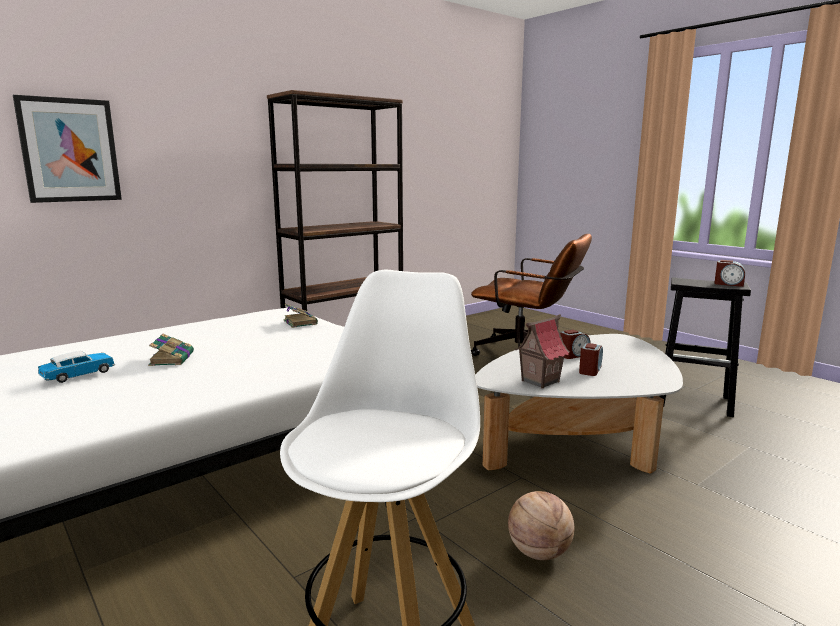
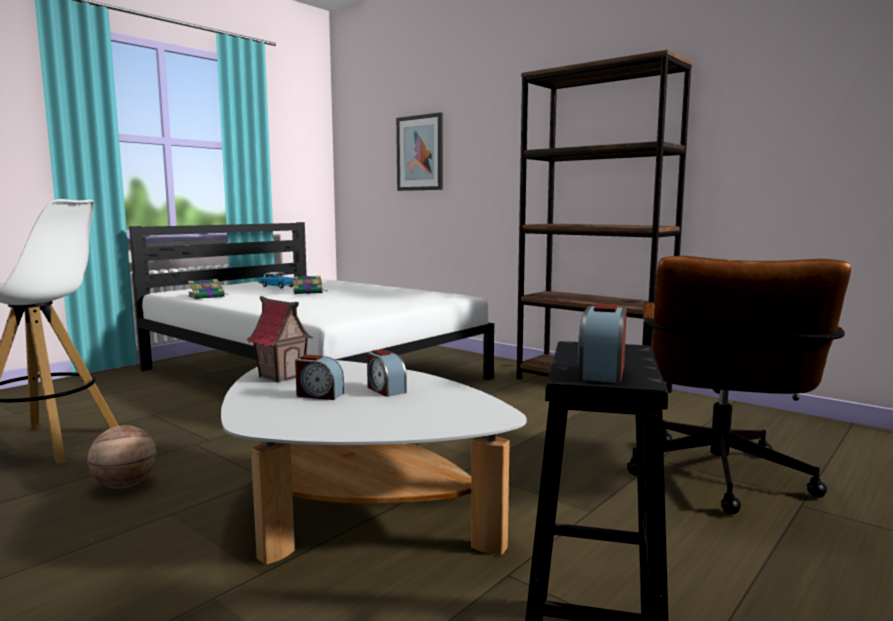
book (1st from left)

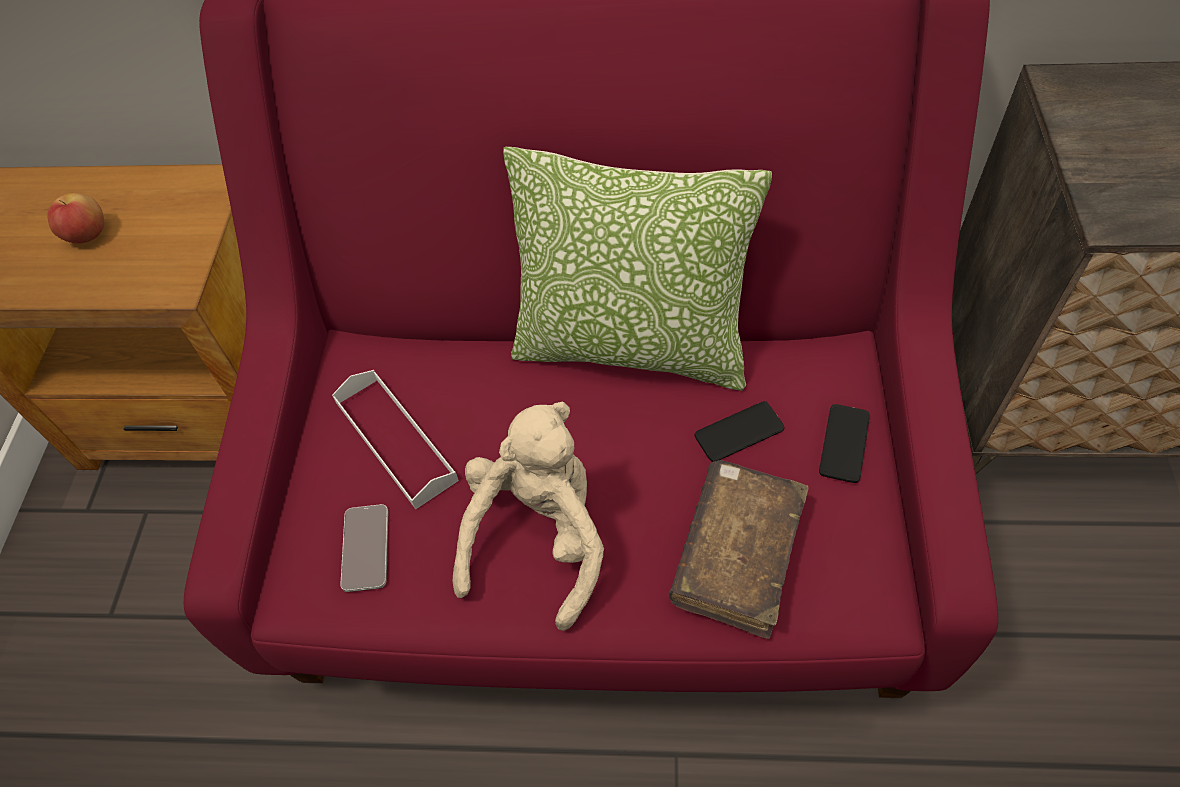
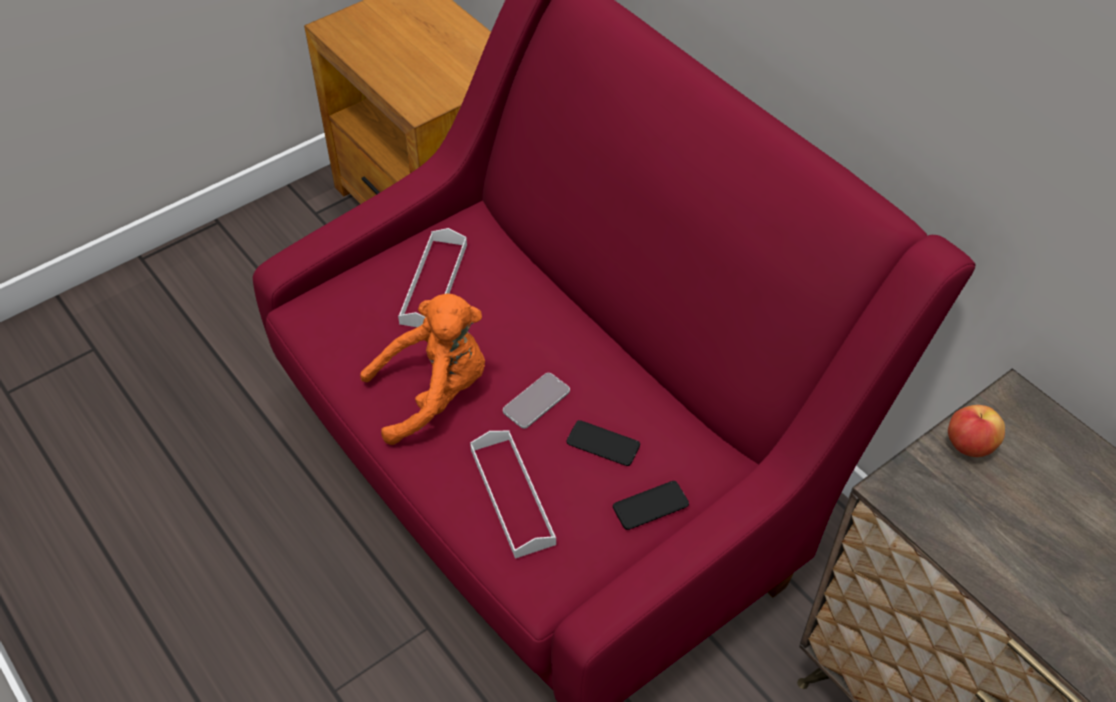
orange plush toy
white tray (2nd from left)
phone (1st from left)
apple
pillow

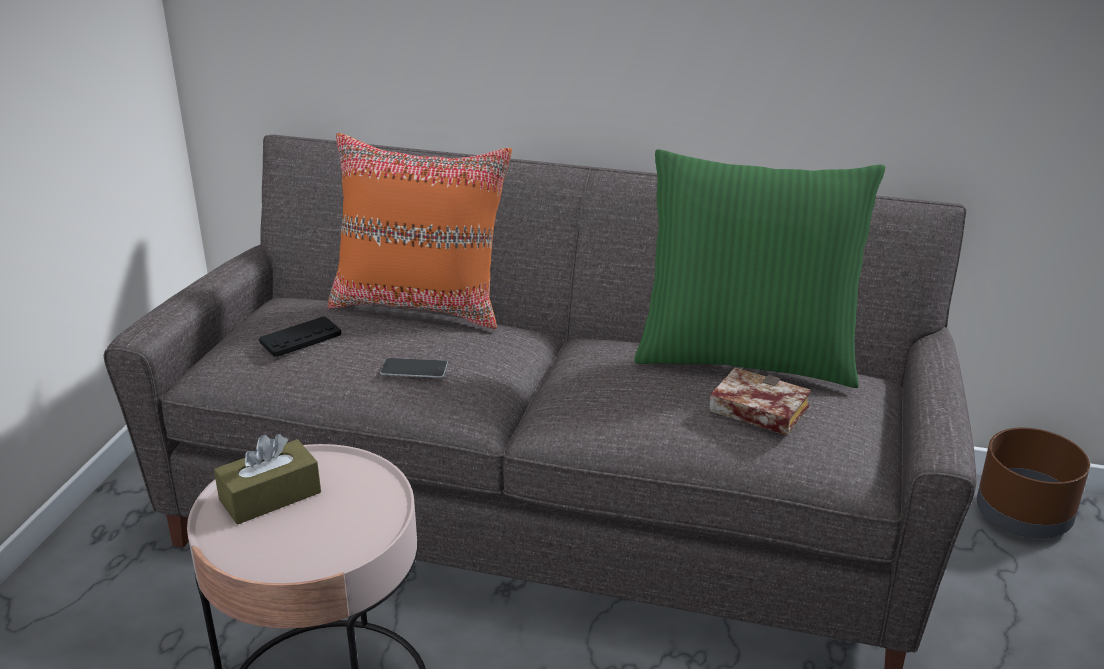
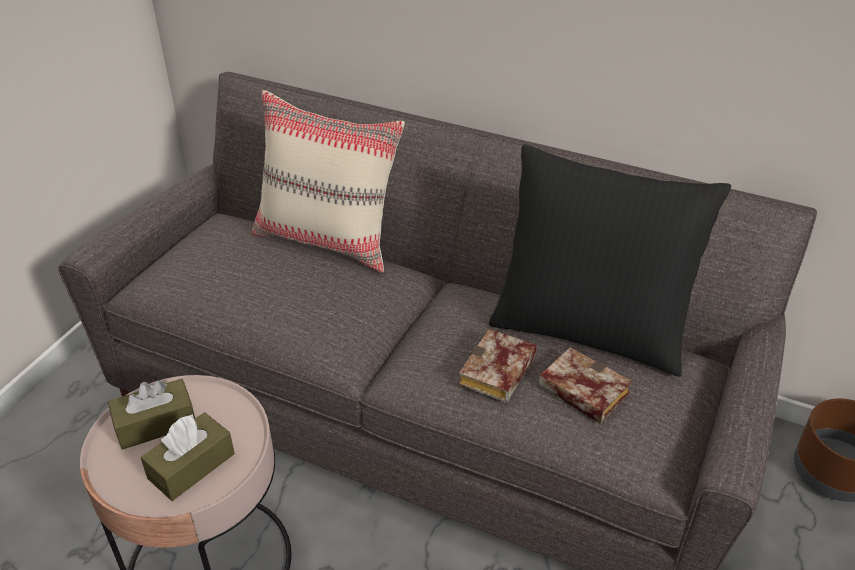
brown tissue box (2nd from left)
beige pillow
book (1st from left)
black pillow
black game controller
phone

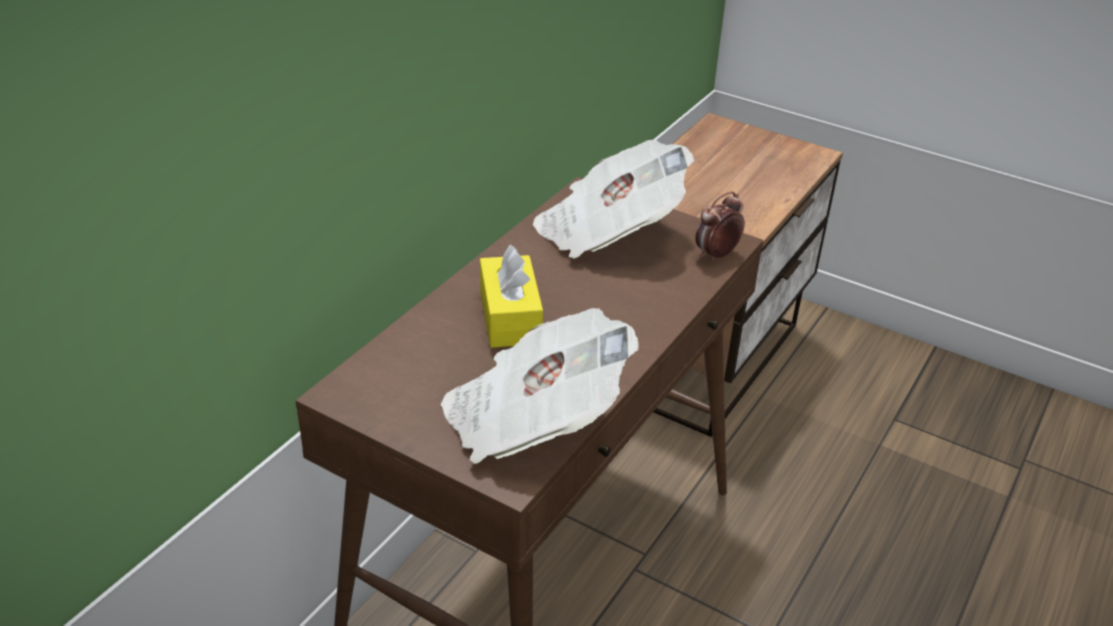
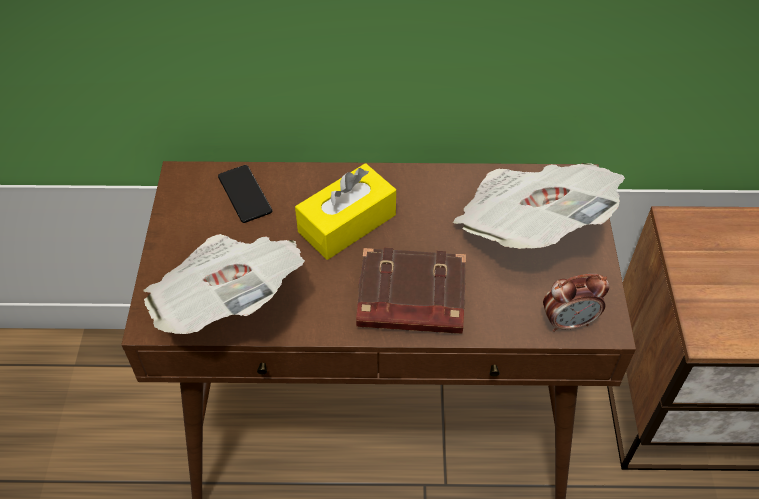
phone
brown book
alarm clock

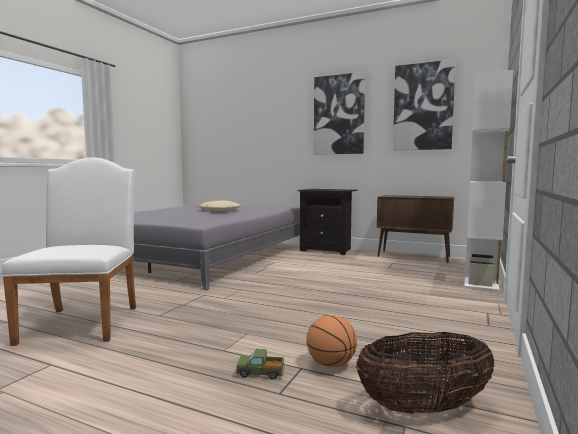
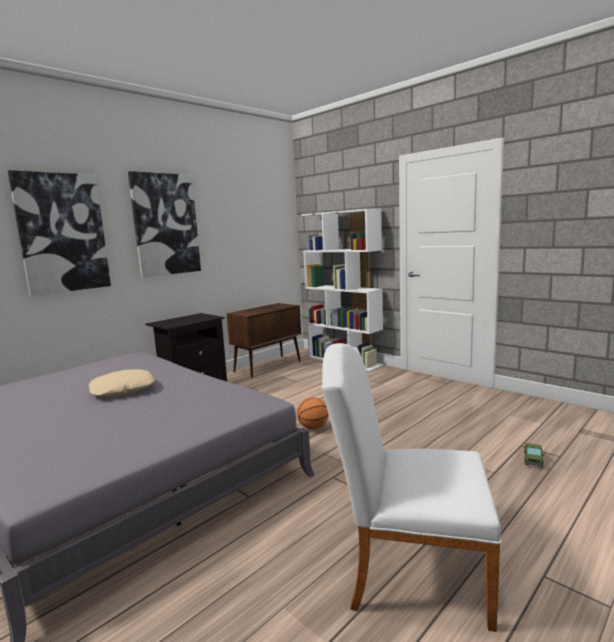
picture (1st from left)
basketball
basket

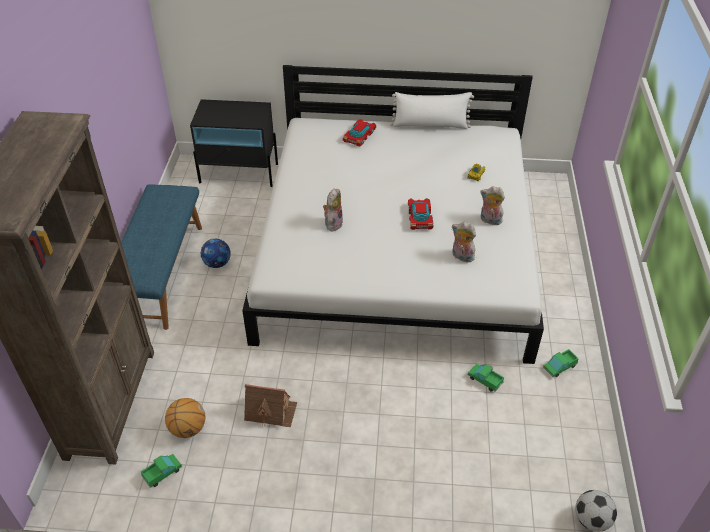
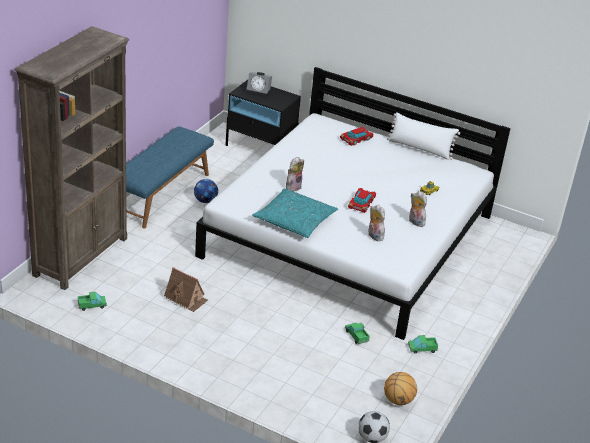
alarm clock
turquoise pillow
basketball

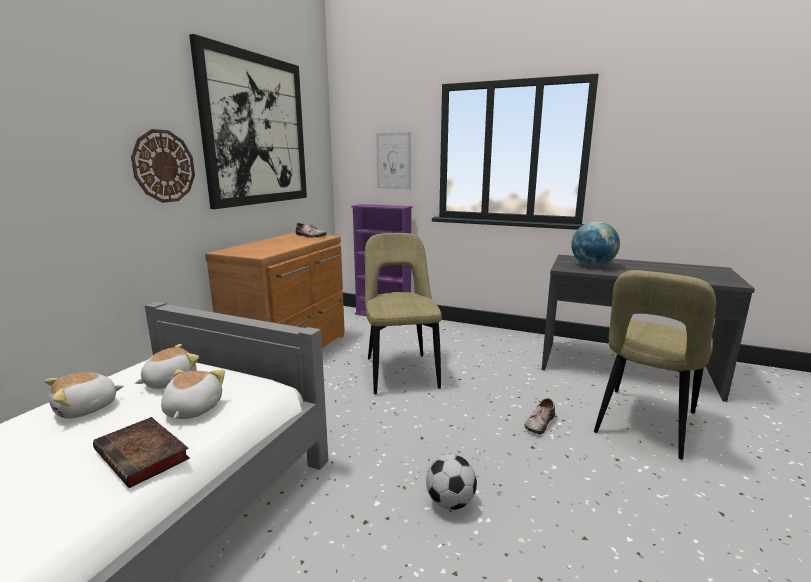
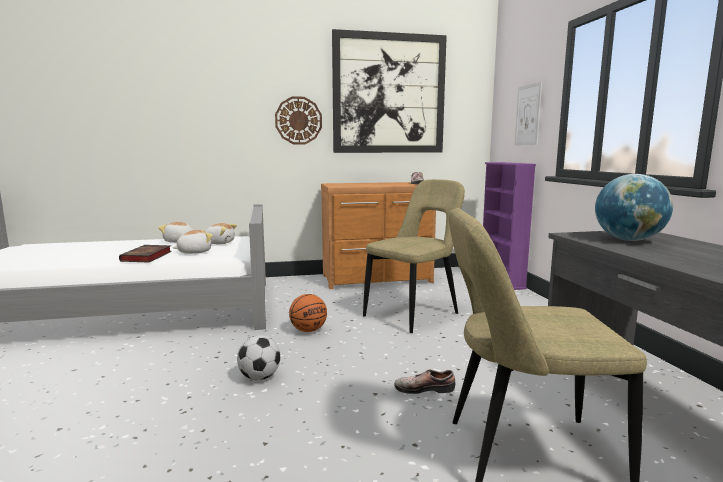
basketball

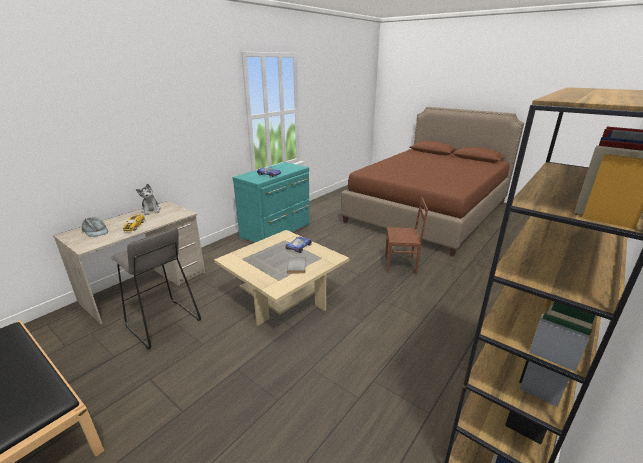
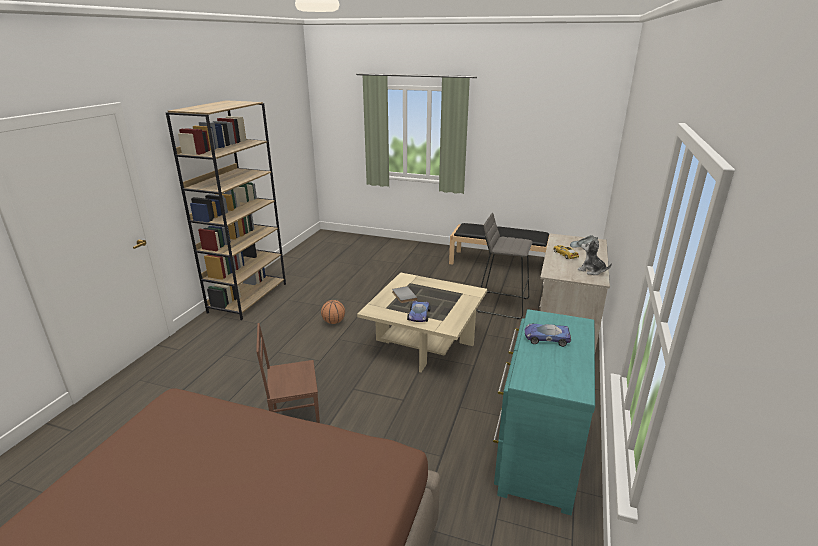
basketball

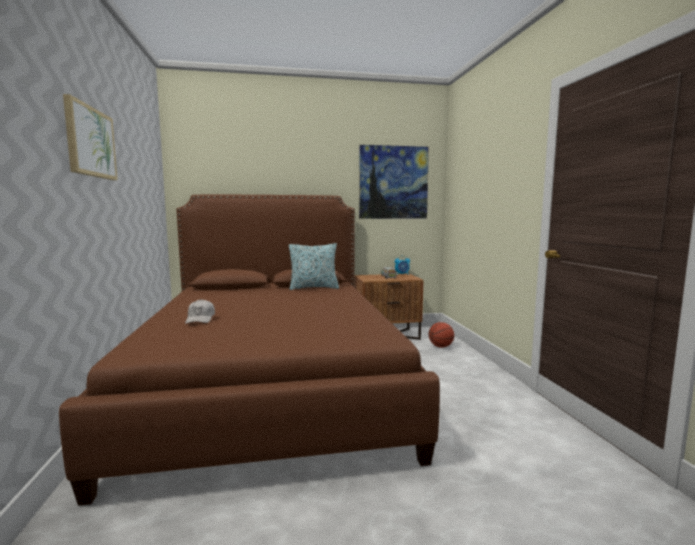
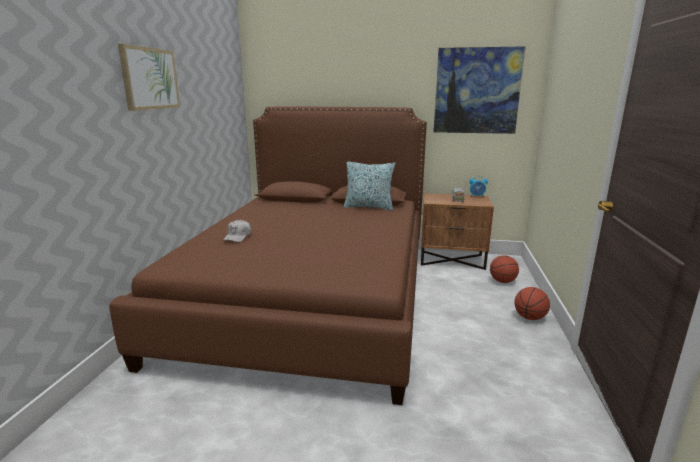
basketball (2nd from left)

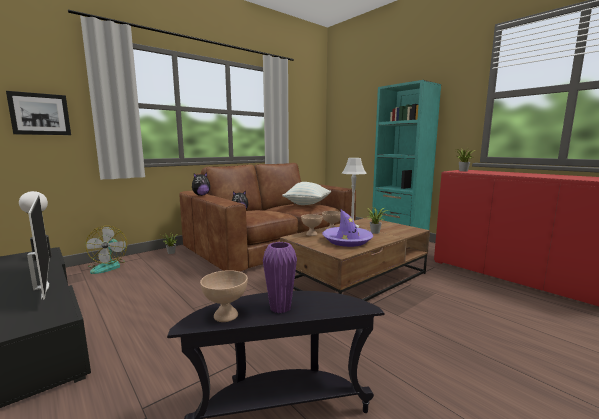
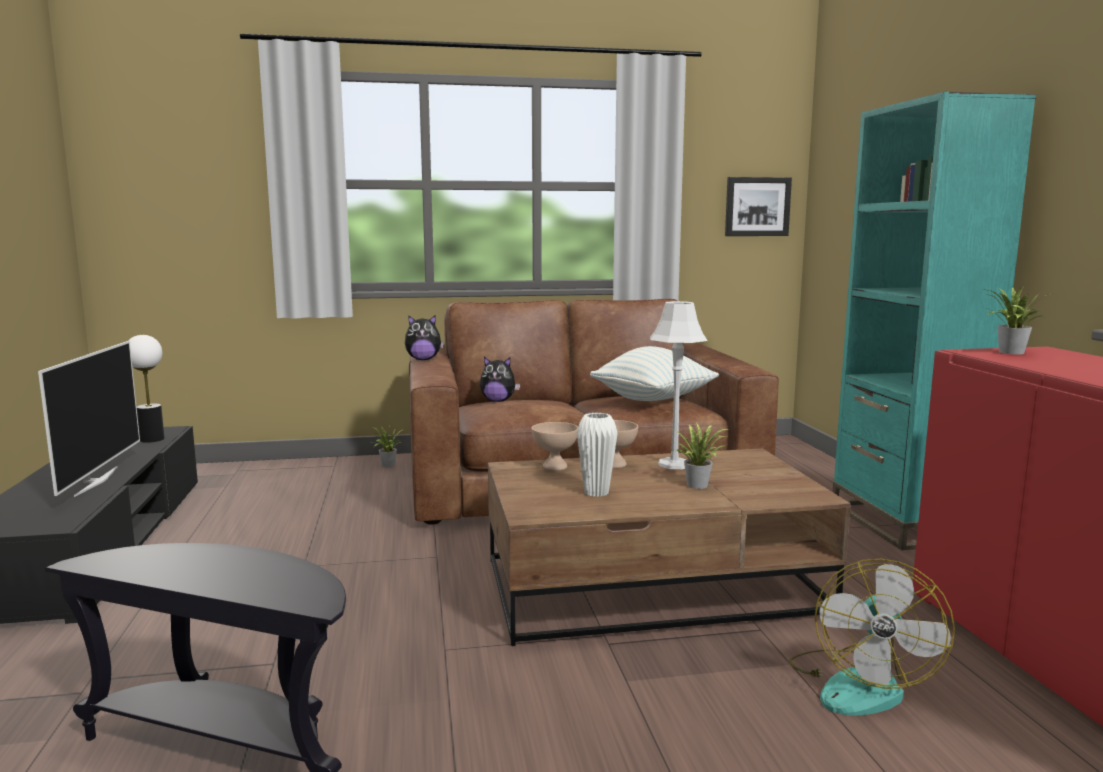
white vase
picture
fan
beige bowl (1st from left in the first image)
purple vase

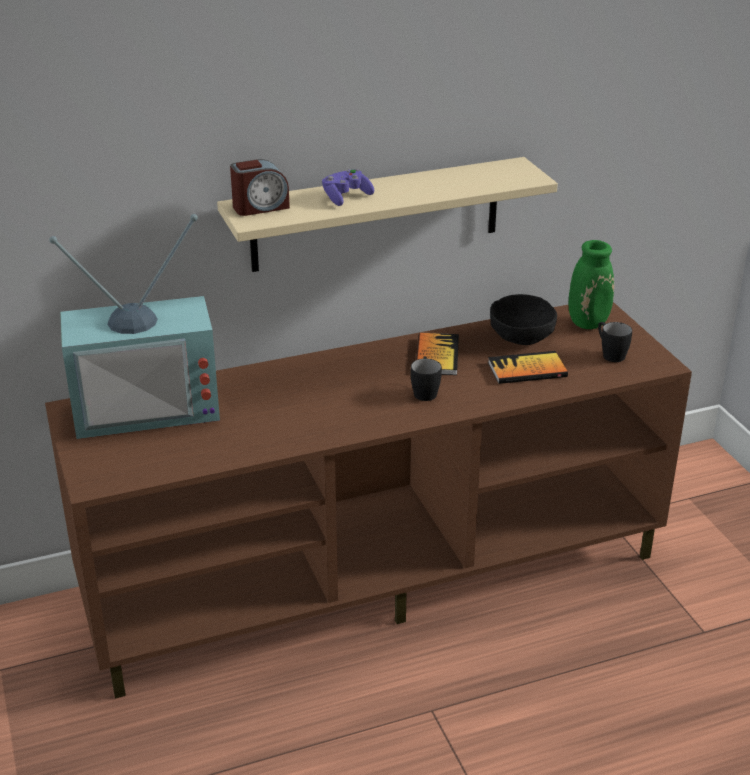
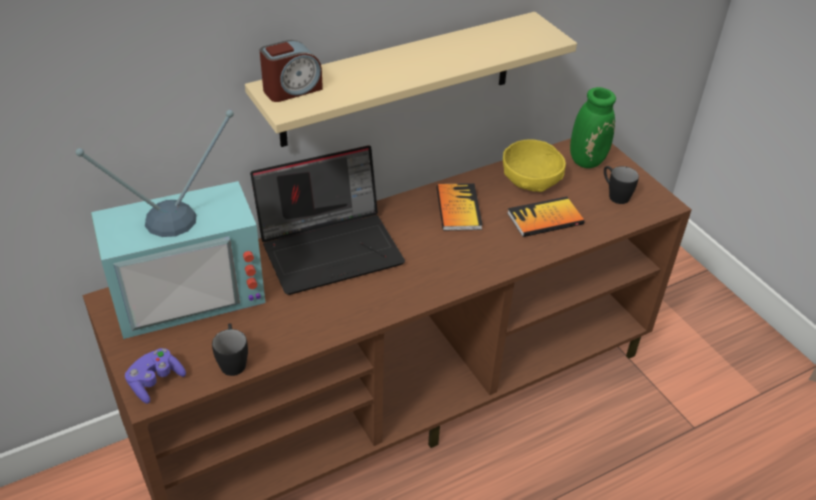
purple game controller
black mug (1st from left)
laptop
yellow bowl

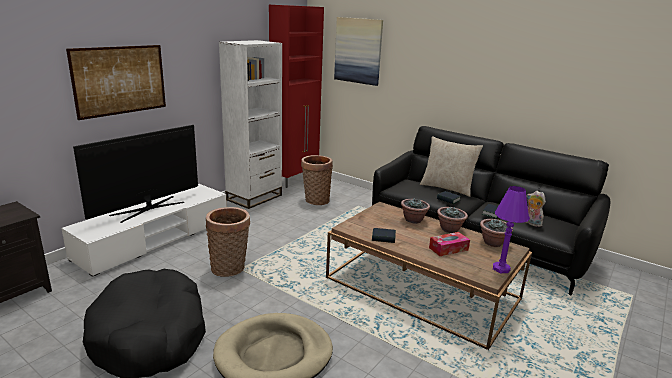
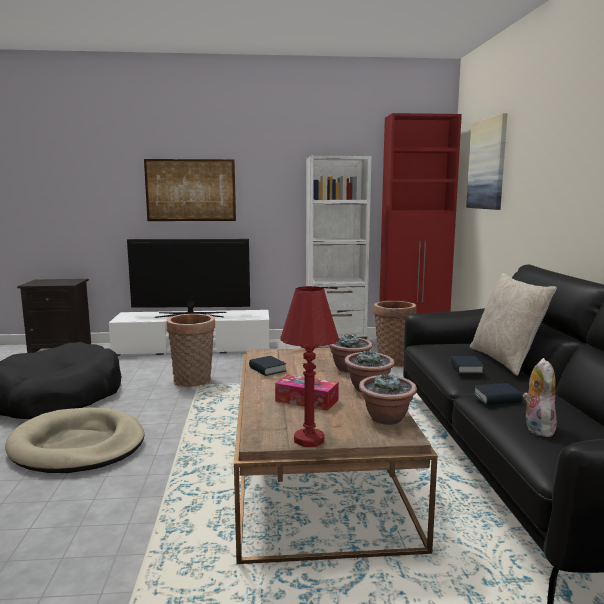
red table lamp

